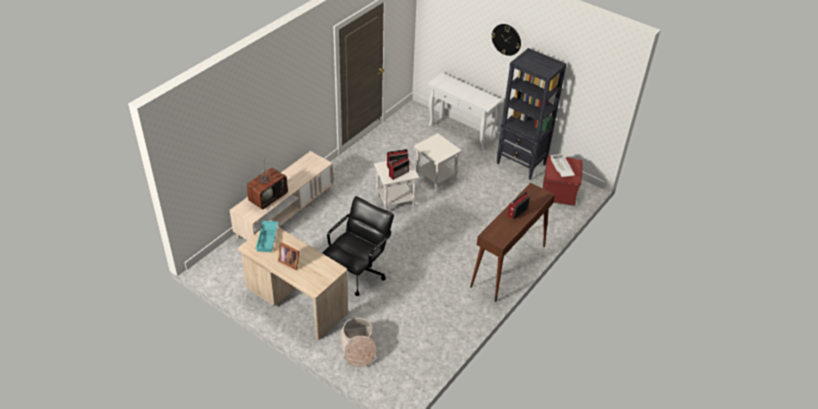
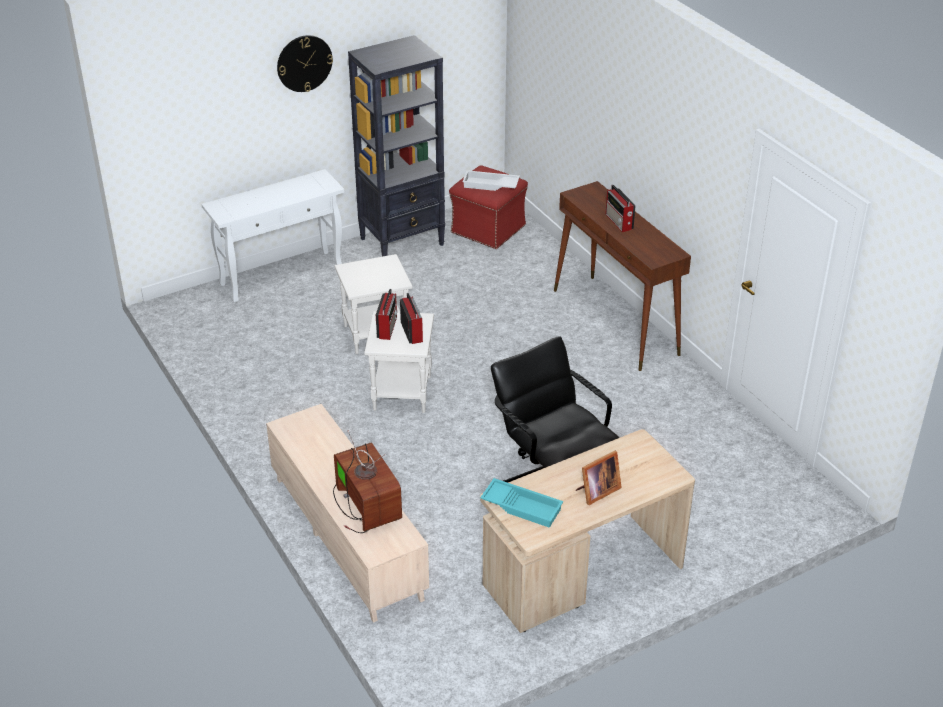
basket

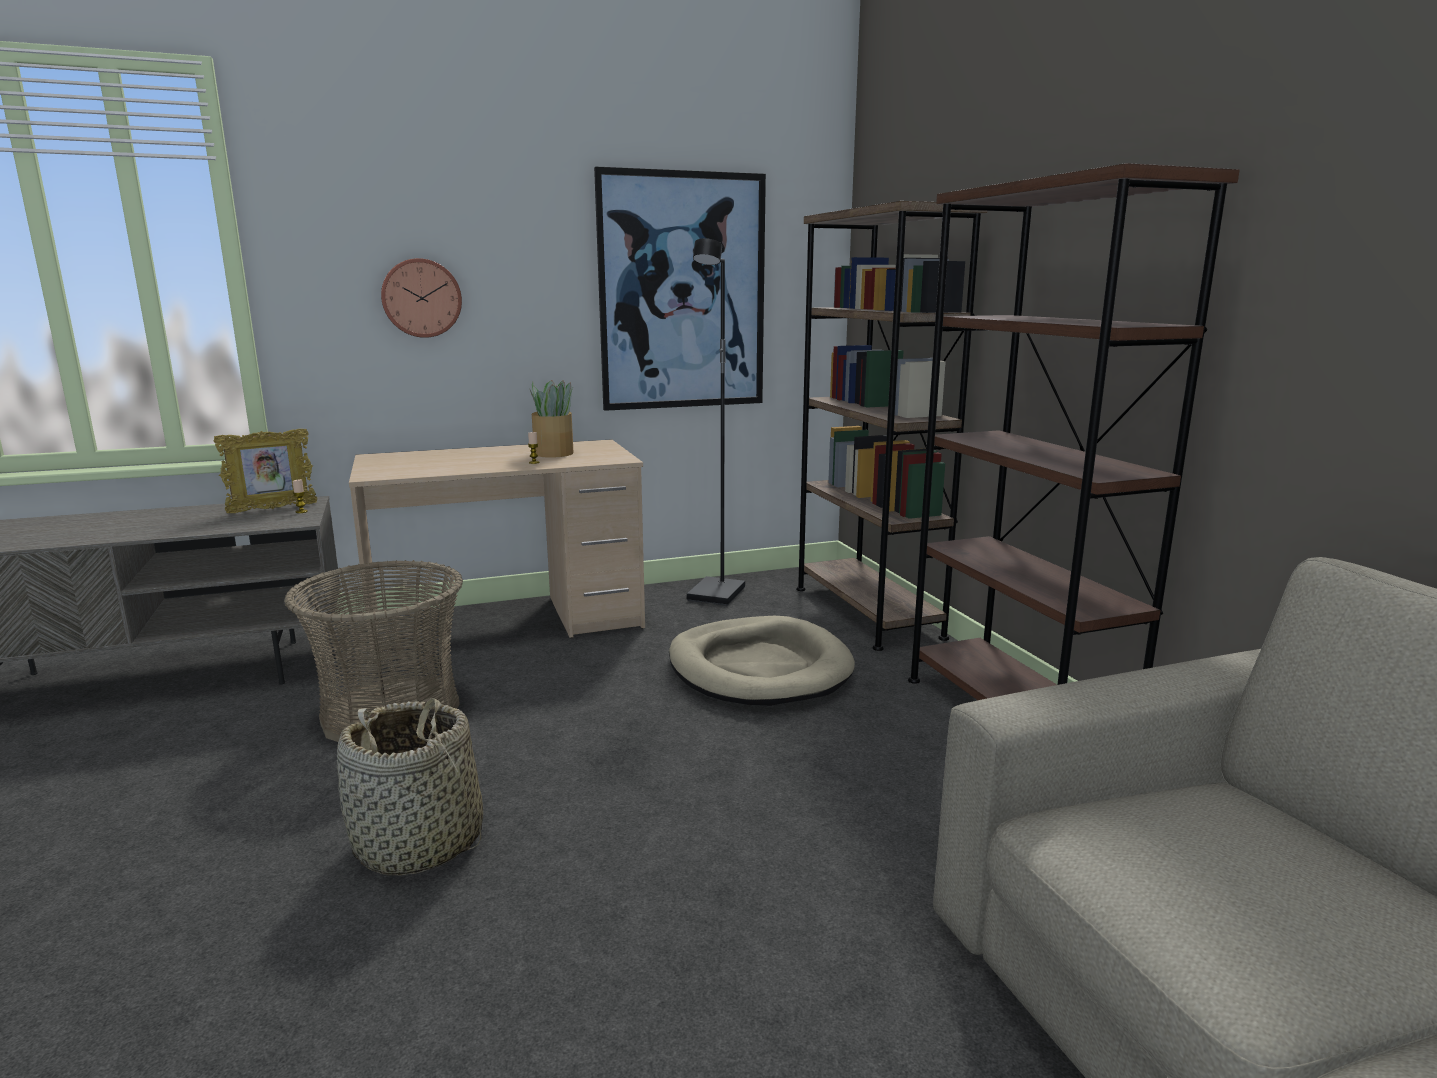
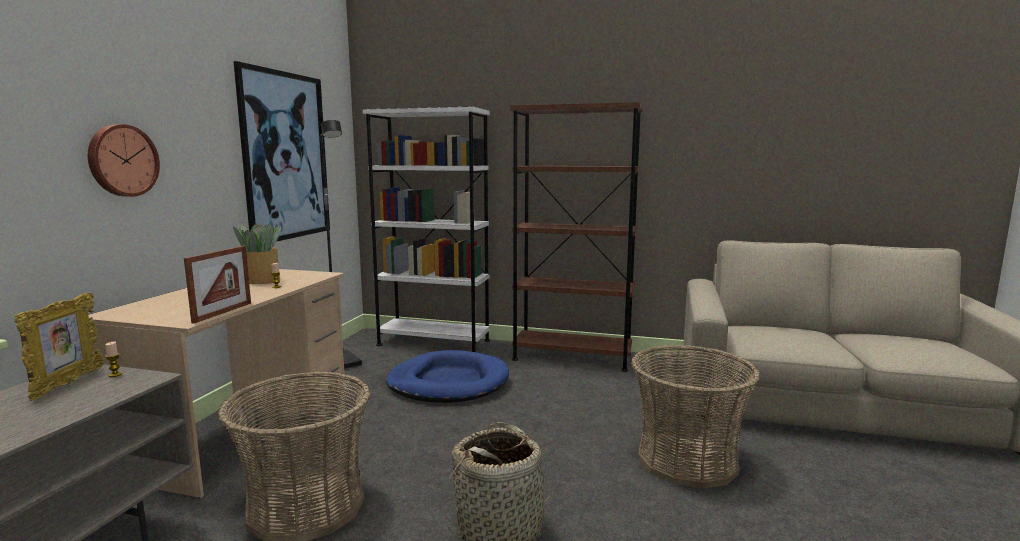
picture frame (2nd from left)
white bookcase
blue dog bed
basket (3rd from left)

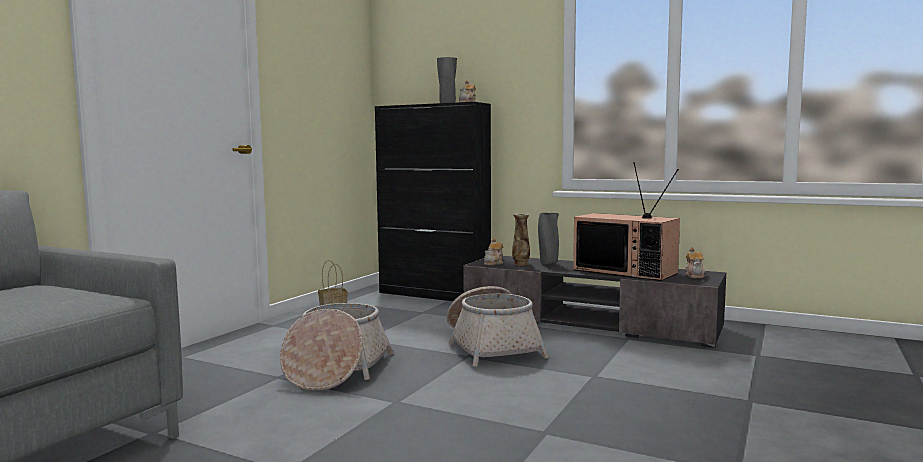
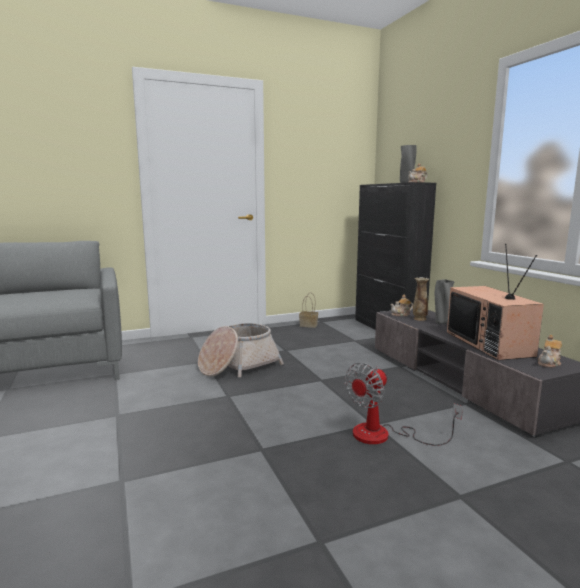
fan
basket (3rd from left in the first image)

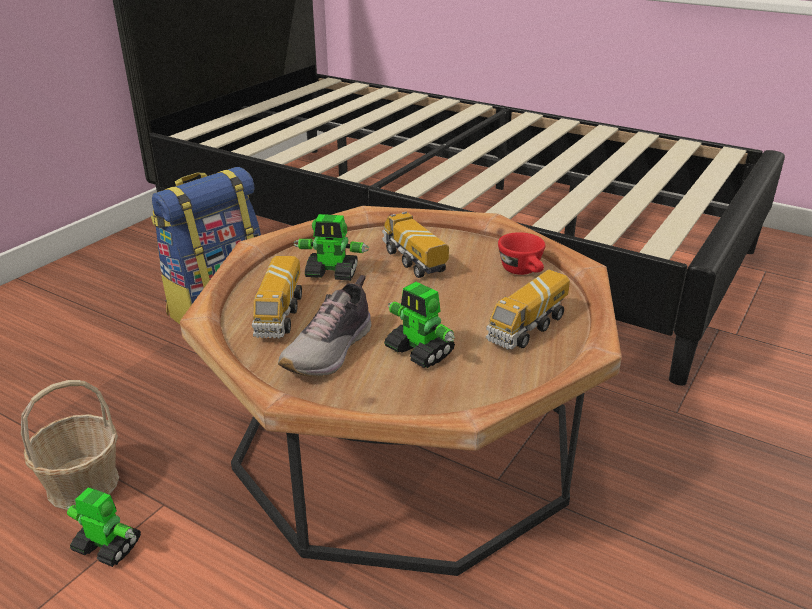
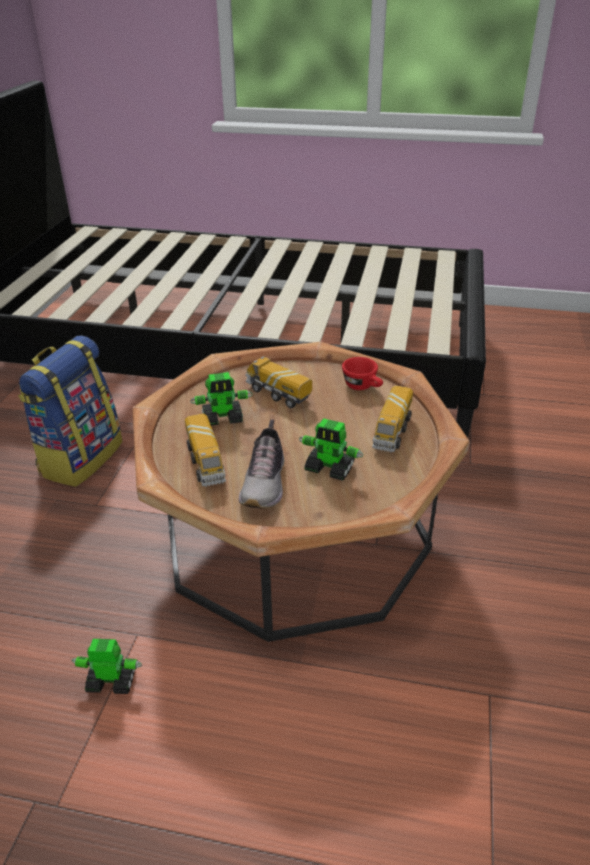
basket

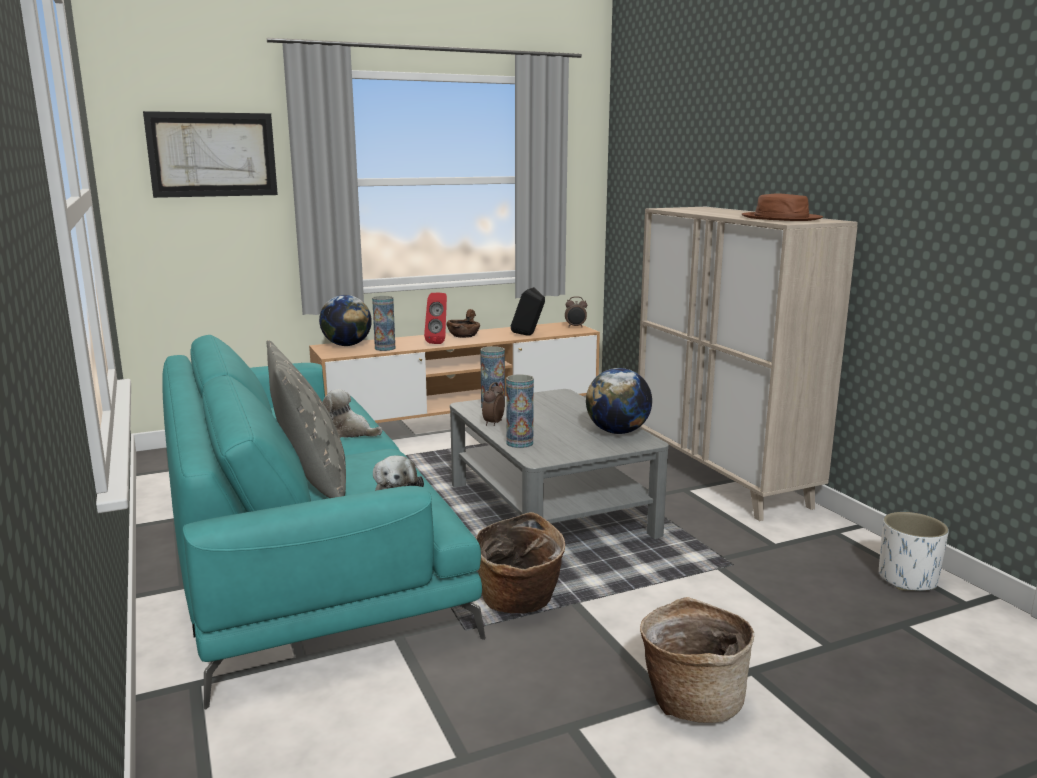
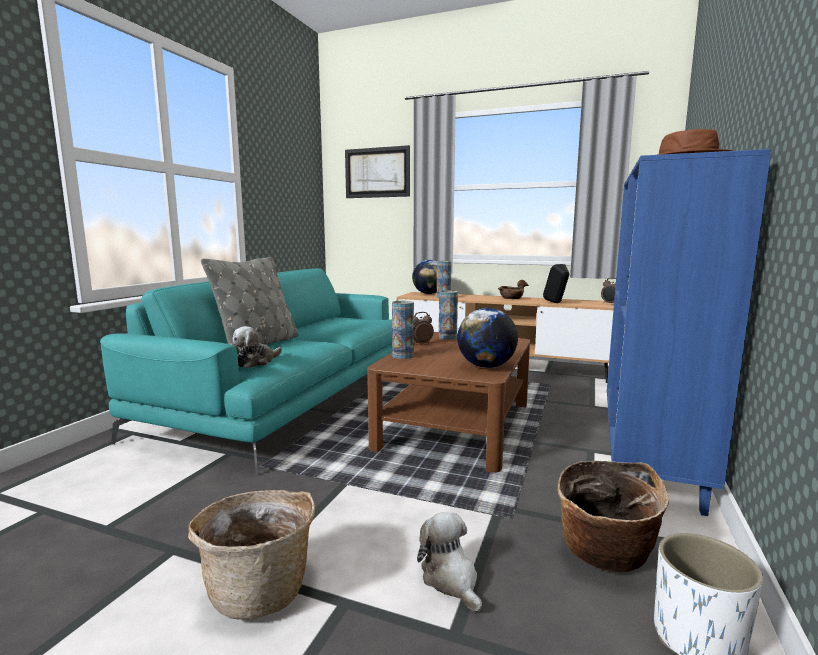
brown coffee table
plush toy (2nd from left)
basket (2nd from left)
blue cabinet
red speaker

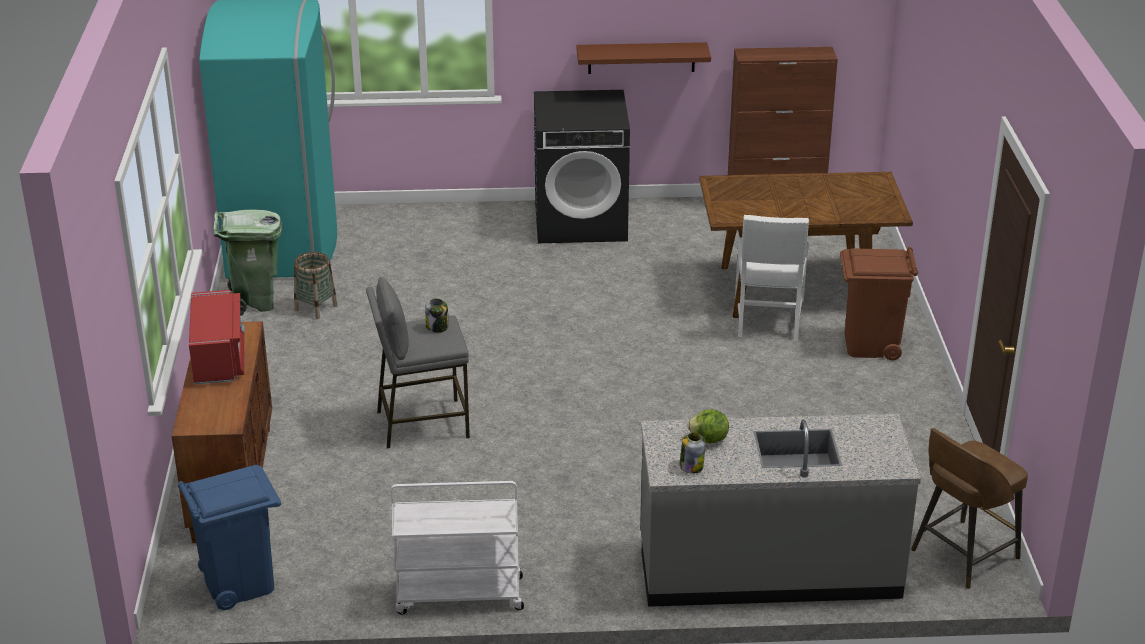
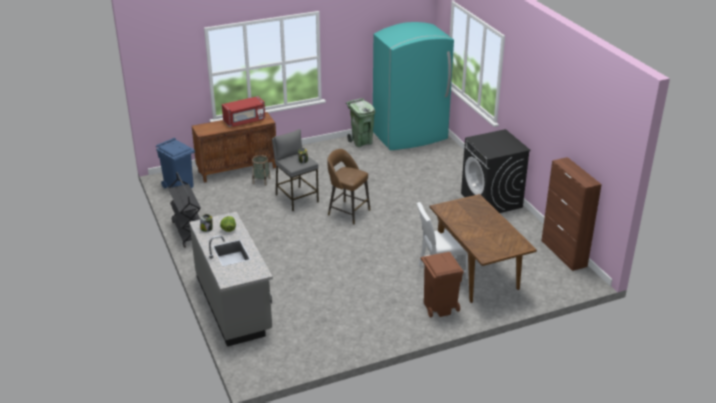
black cart
basket
brown stool
brown shelf

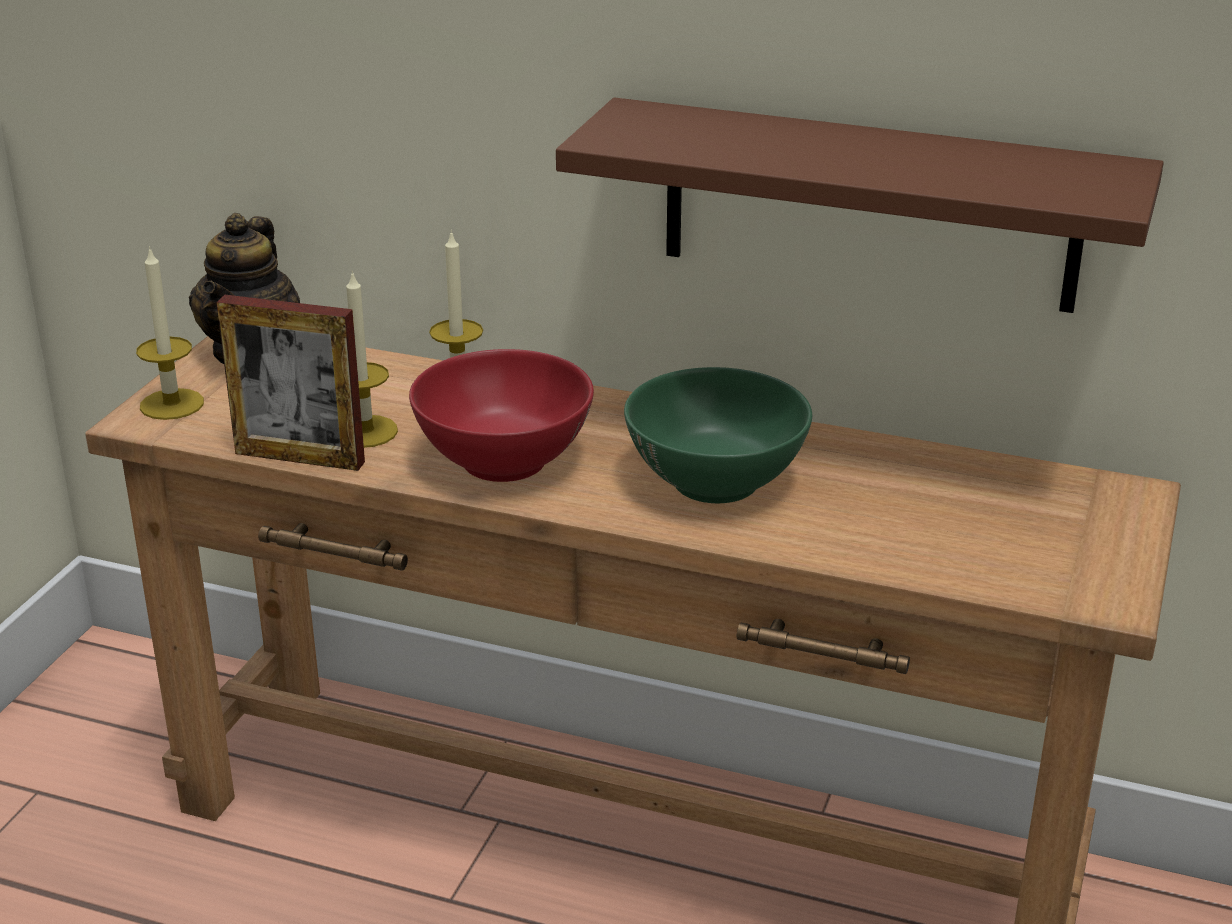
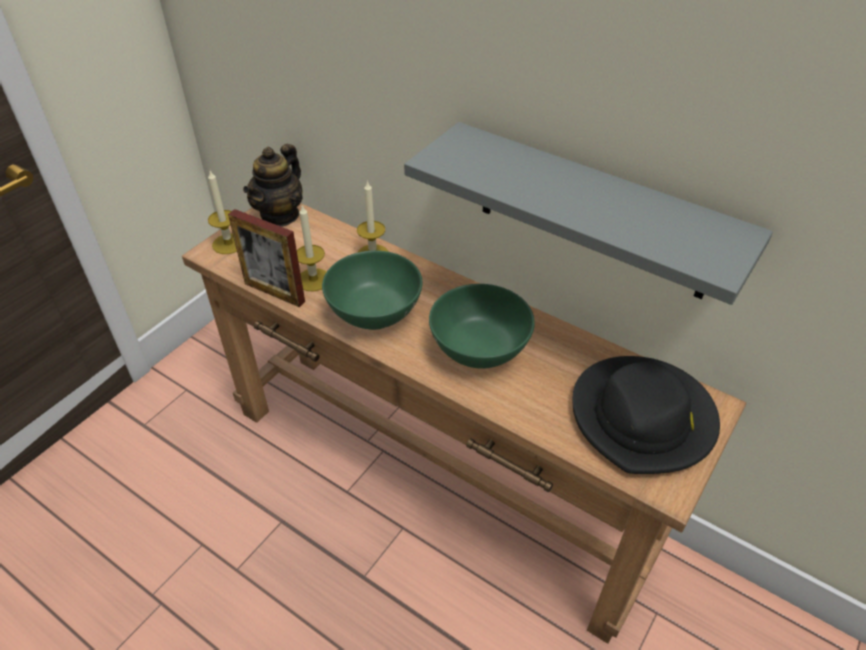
green bowl (1st from left)
grey shelf
black hat

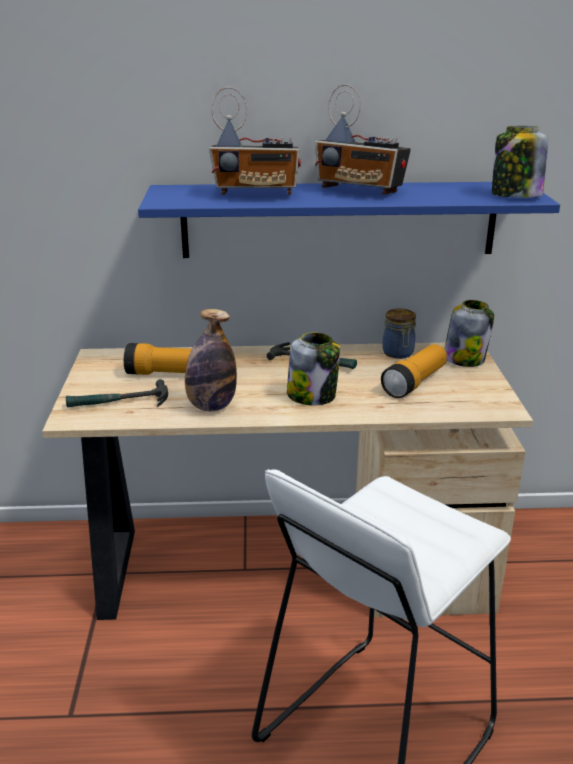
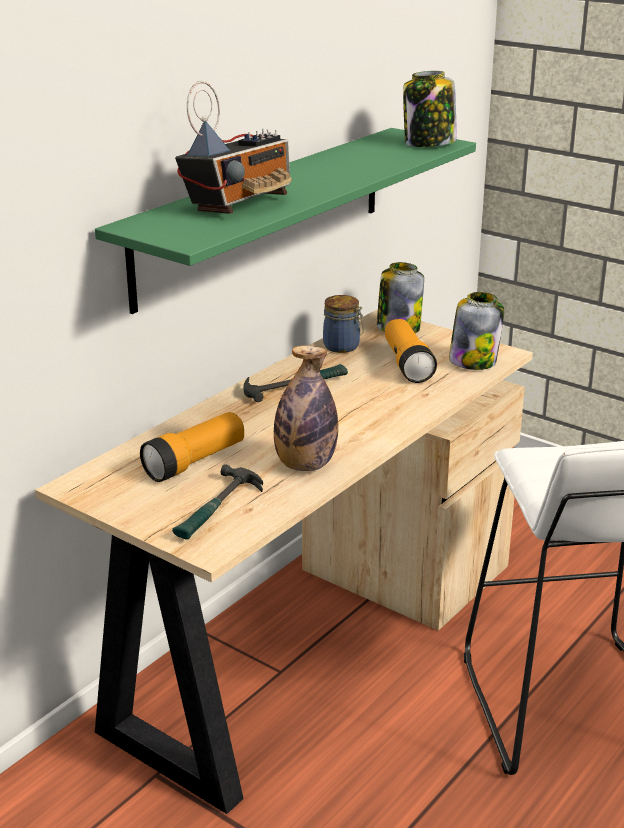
green shelf
jar (4th from left)
radio (2nd from left in the first image)

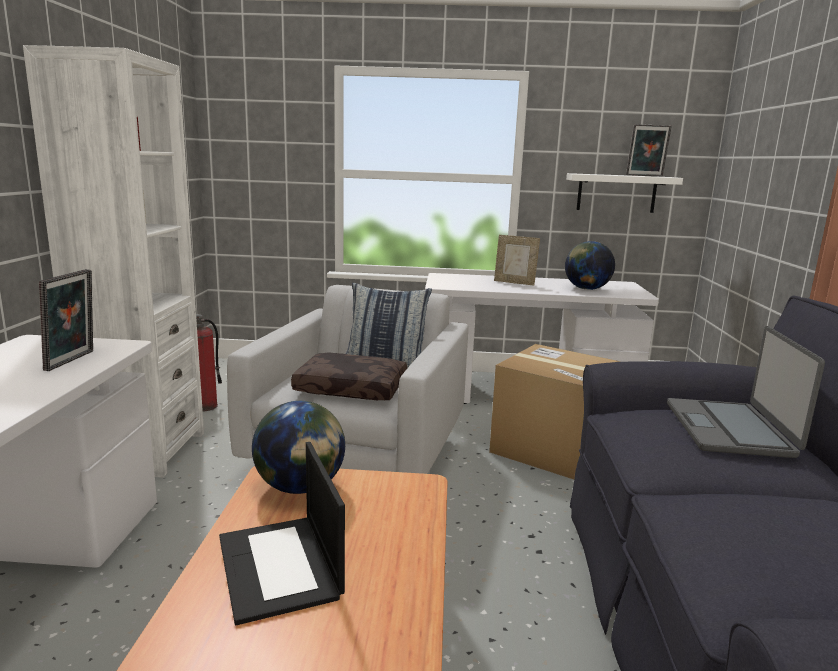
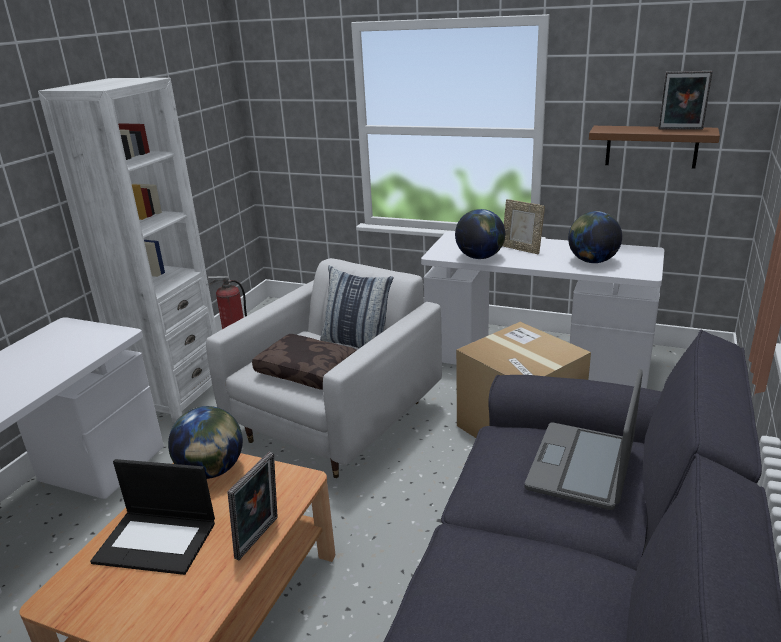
laptop (1st from left)
picture frame (1st from left)
globe (2nd from left)
brown shelf

